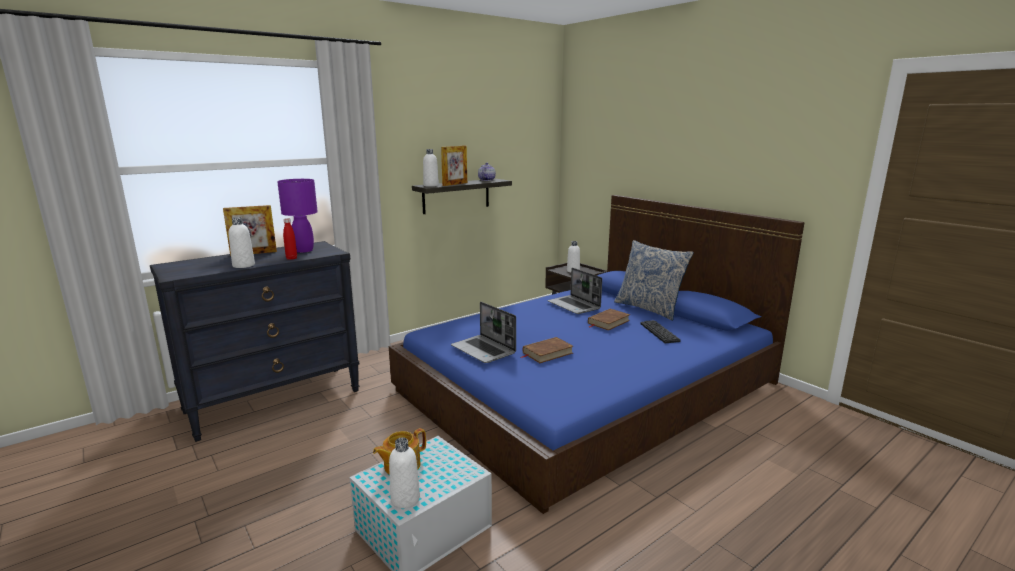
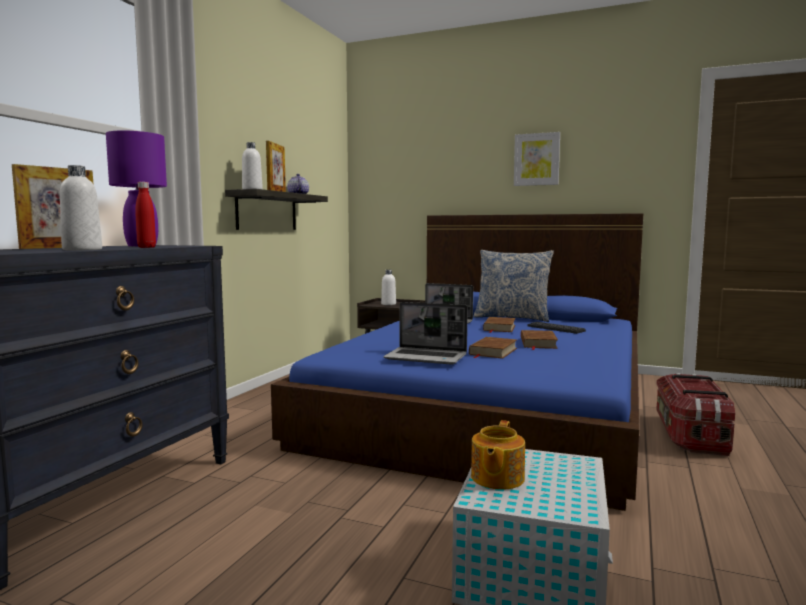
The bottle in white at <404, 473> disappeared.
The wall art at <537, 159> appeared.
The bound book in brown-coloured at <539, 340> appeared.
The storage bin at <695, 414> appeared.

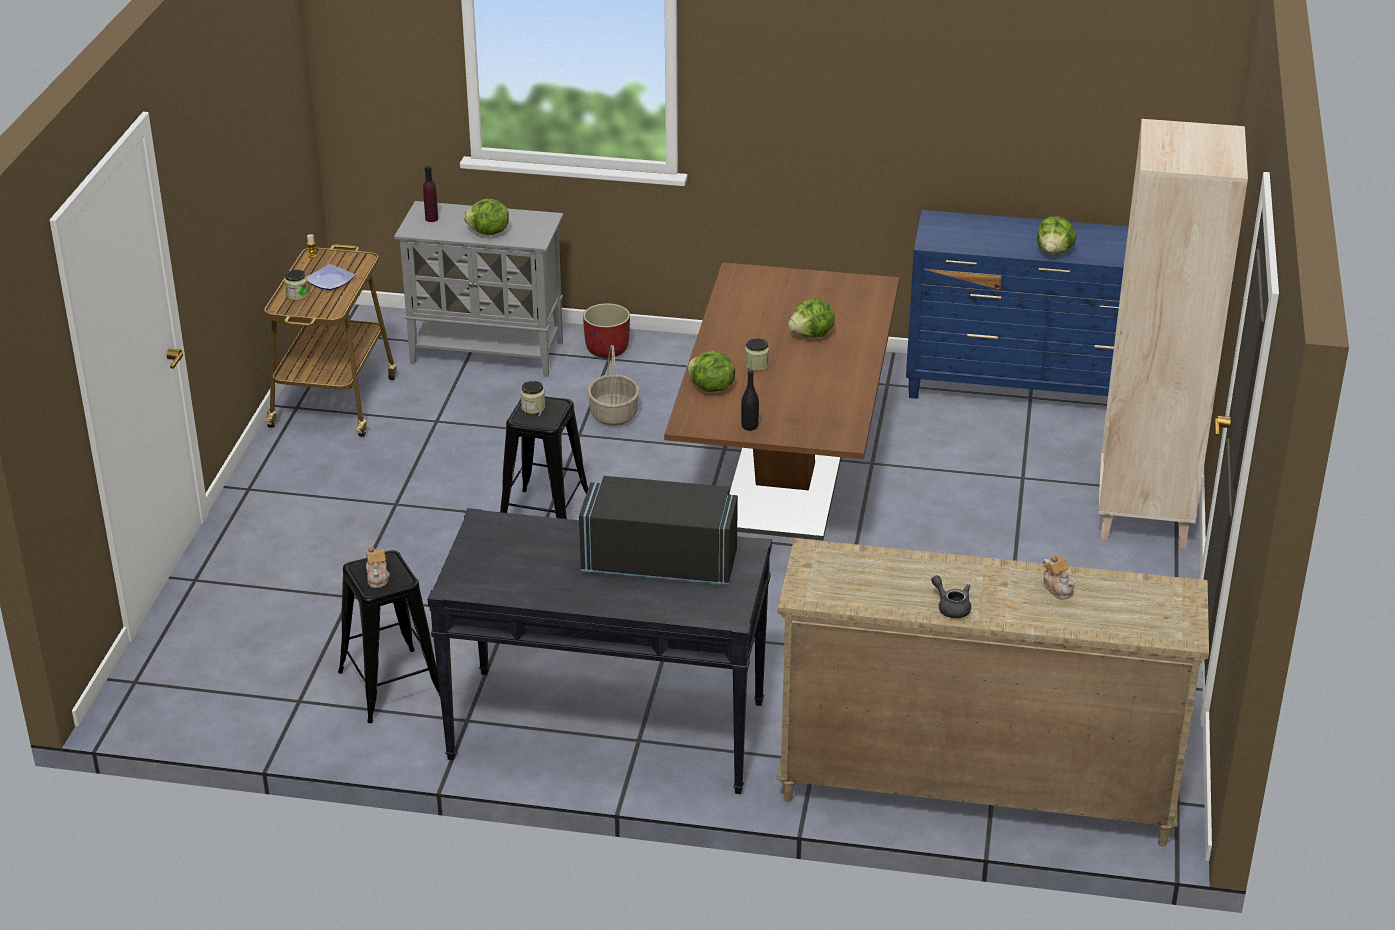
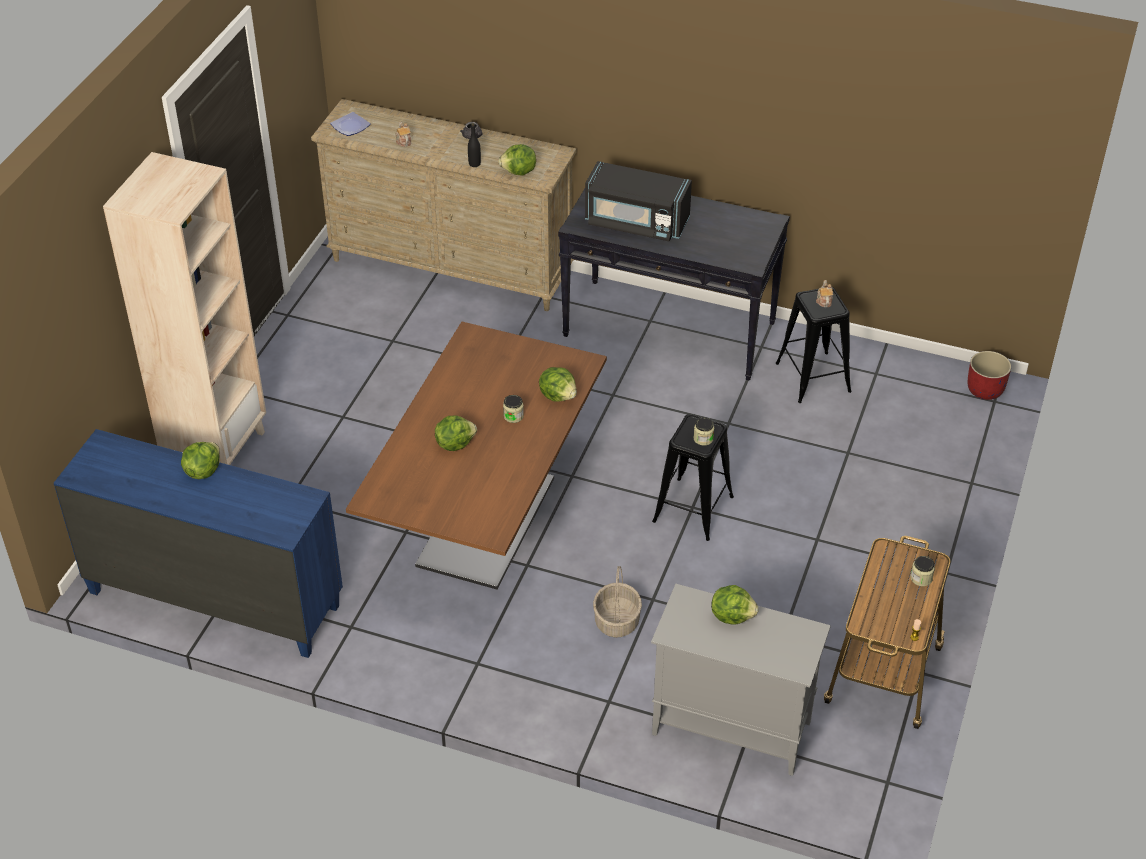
The bottle in purplish at <430, 194> disappeared.
The head of lettuce at <517, 160> appeared.
The flat dish moved from <331, 277> to <350, 124>.
The plant pot in reddish moved from <606, 330> to <989, 375>.
The bottle in black moved from <750, 400> to <474, 145>.

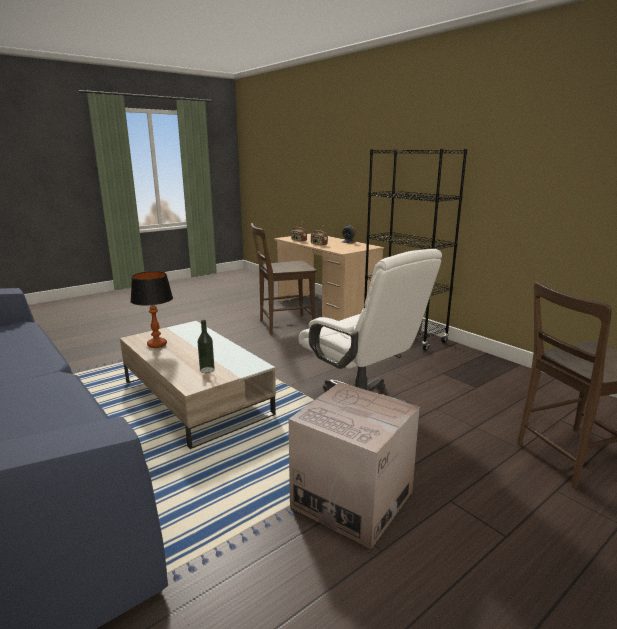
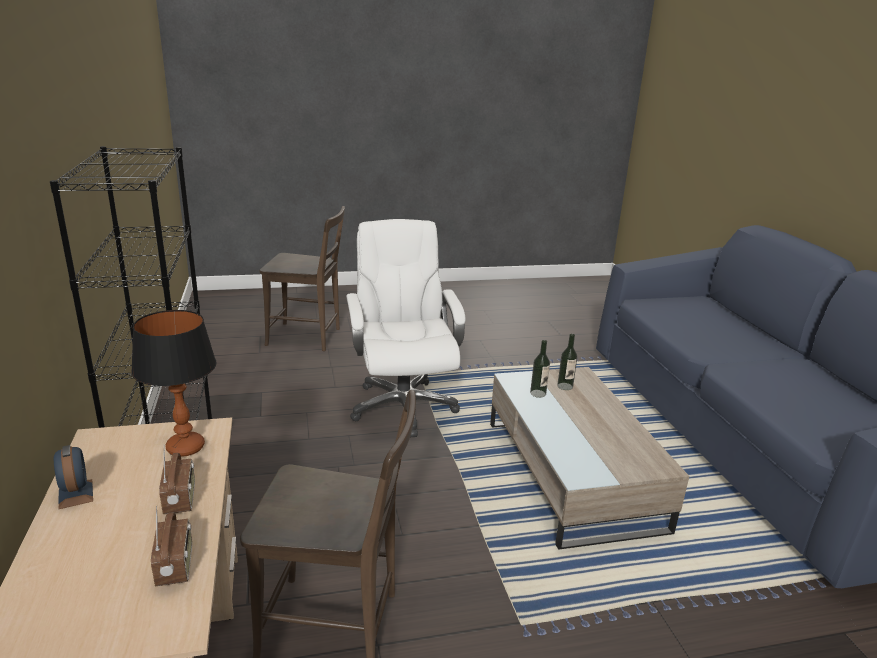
The packing box at <354, 465> disappeared.
The bottle at <540, 369> appeared.
The tabletop lamp moved from <151, 309> to <174, 383>.

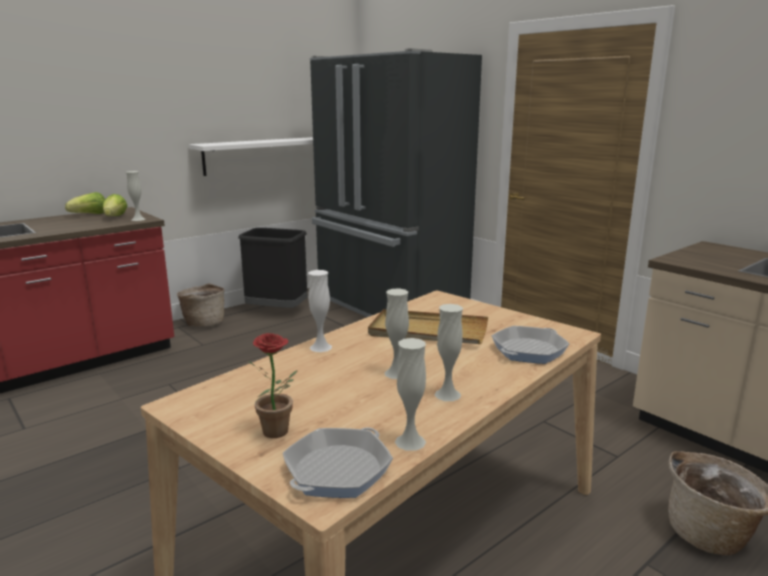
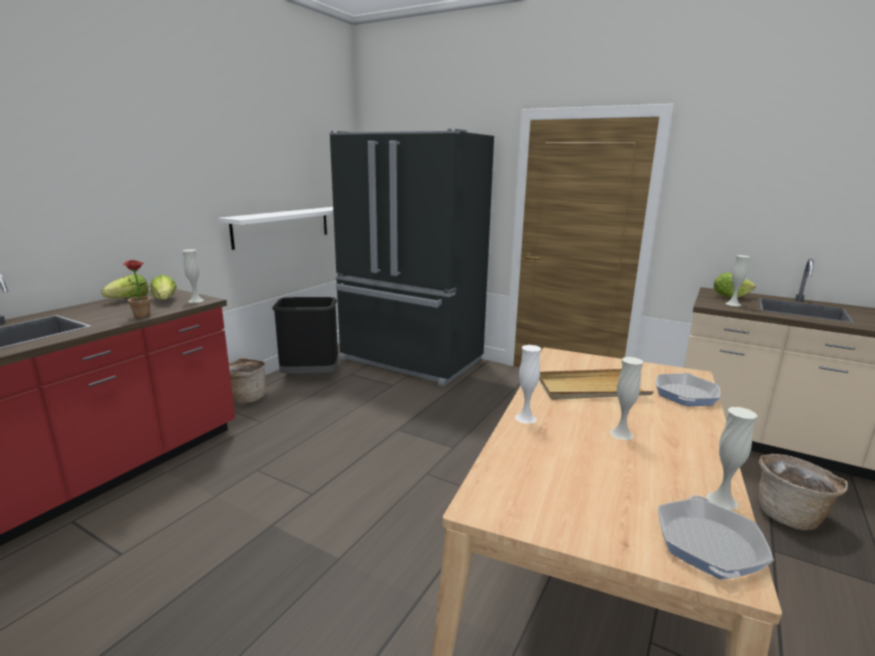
The head of lettuce at <735, 285> appeared.
The plant in a pot moved from <272, 385> to <137, 289>.
The flower vase in white moved from <448, 352> to <737, 280>.

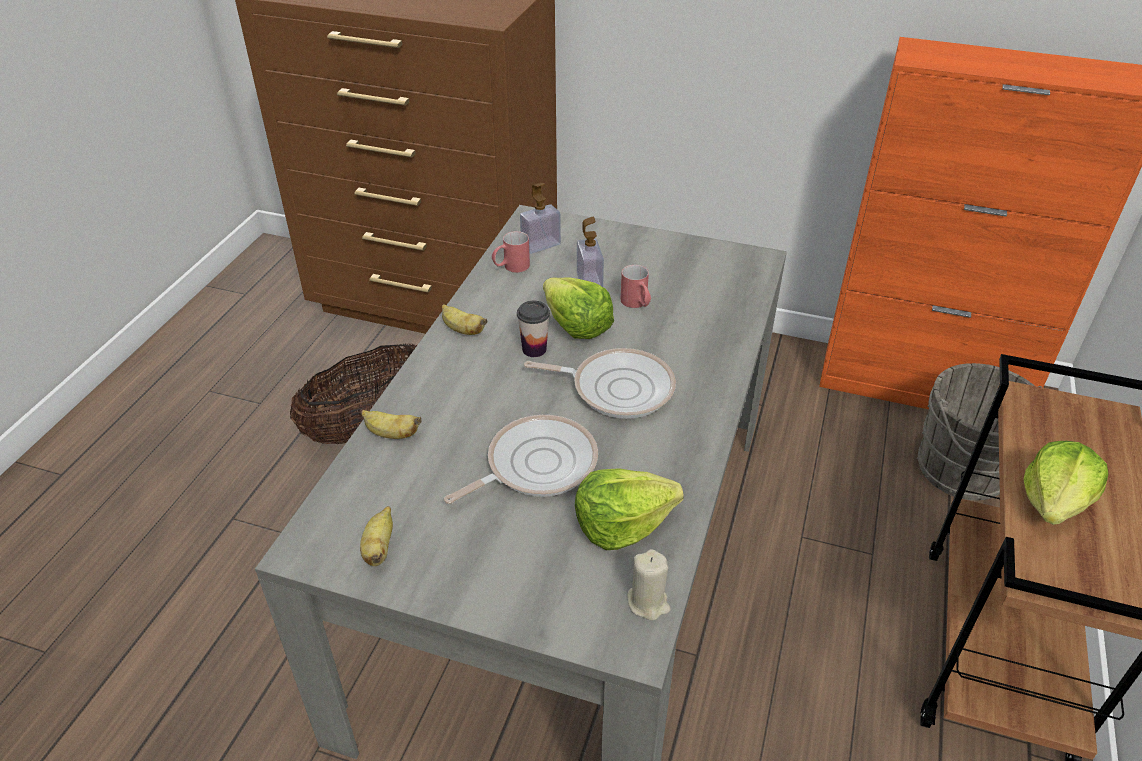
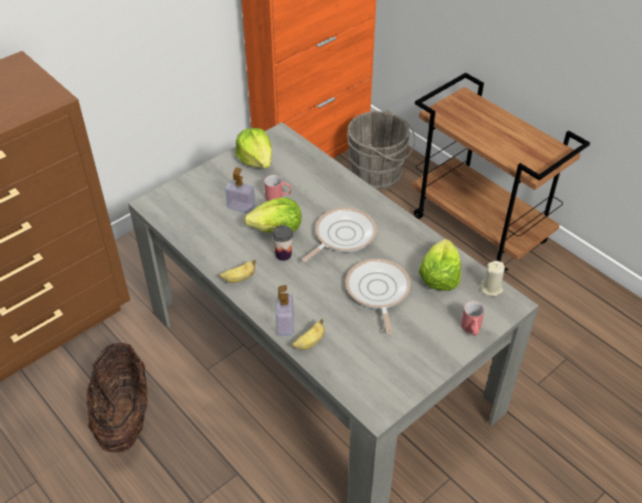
The banana at <376, 536> disappeared.
The coffee mug in reddish moved from <511, 252> to <473, 318>.
The soap dispenser moved from <540, 218> to <285, 310>.
The head of lettuce moved from <1066, 483> to <253, 148>.

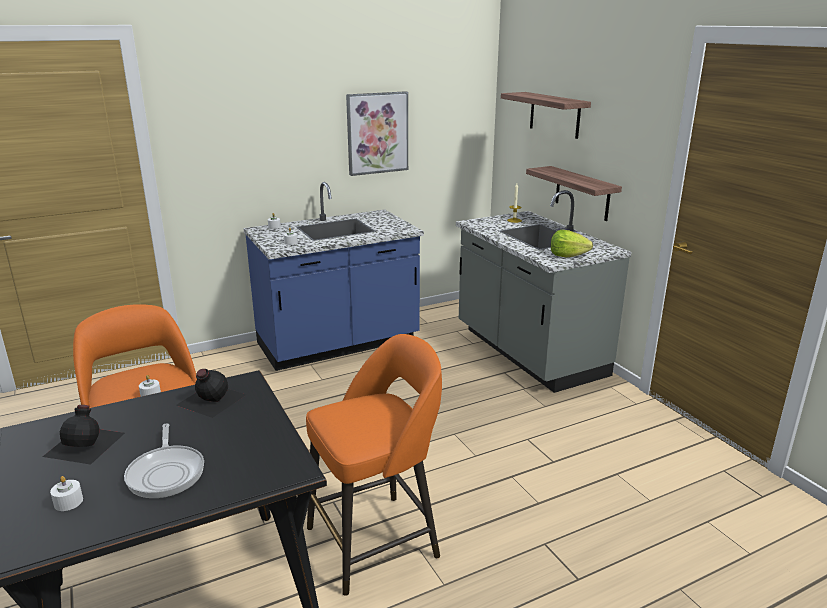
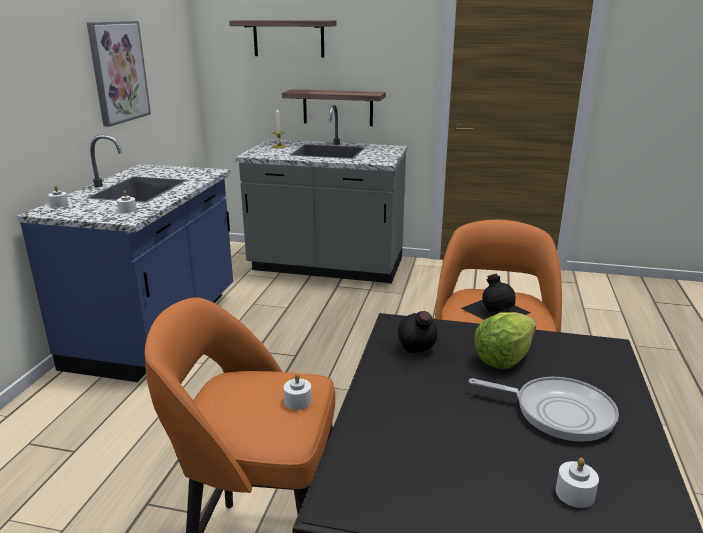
The bottle in black moved from <84, 435> to <496, 297>.
The head of lettuce moved from <572, 244> to <505, 340>.

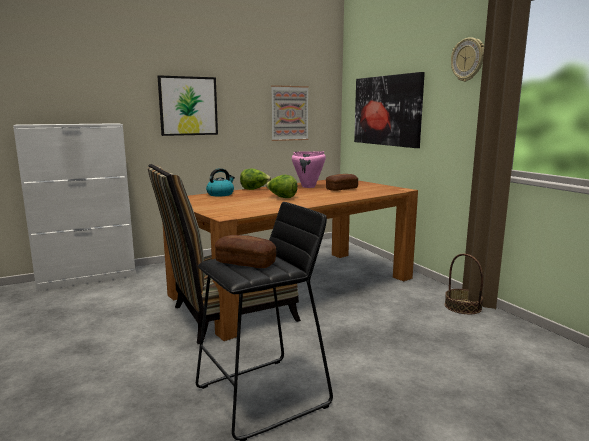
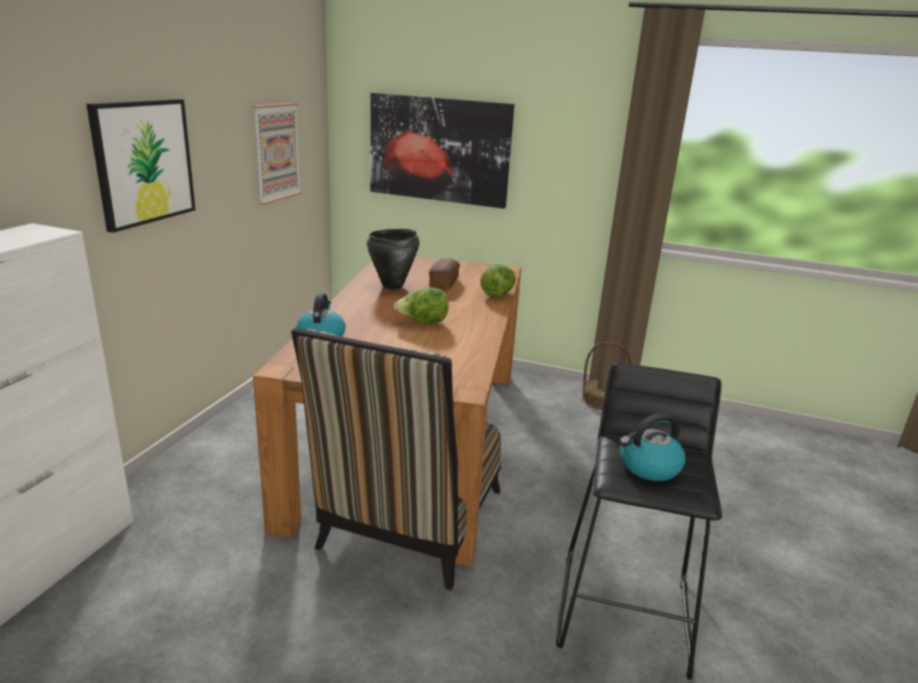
The hanging clock at <467, 59> disappeared.
The head of lettuce moved from <255, 179> to <498, 280>.
The bread at <245, 251> was replaced by the water kettle at <652, 447>.
The cooking pot in pinkish at <309, 169> became the cooking pot in black at <393, 259>.

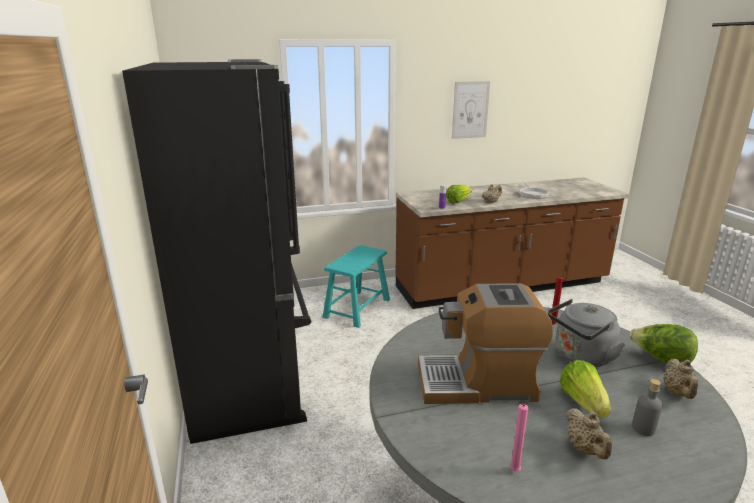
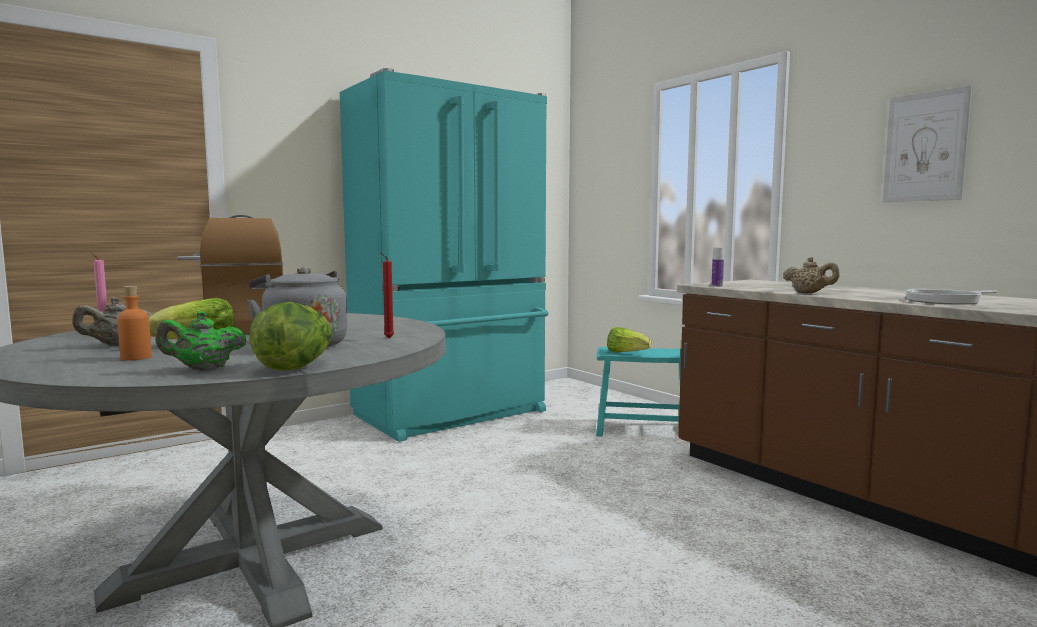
The head of lettuce moved from <459, 194> to <629, 339>.
The fridge in black at <216, 251> became the fridge in turquoise-coloured at <444, 255>.
The bottle in greyish at <647, 407> became the bottle in orangey at <134, 323>.
The pot for tea in beige at <680, 379> became the pot for tea in green at <200, 341>.

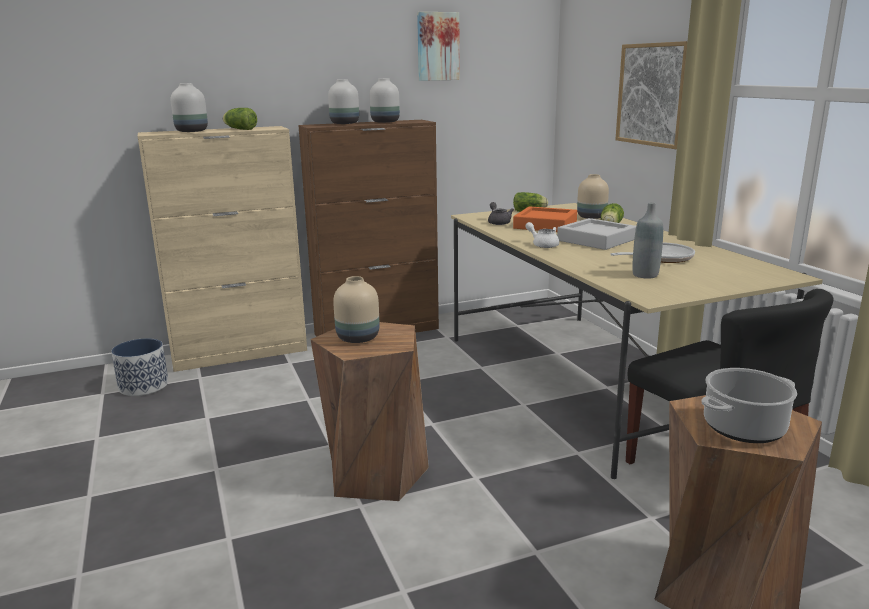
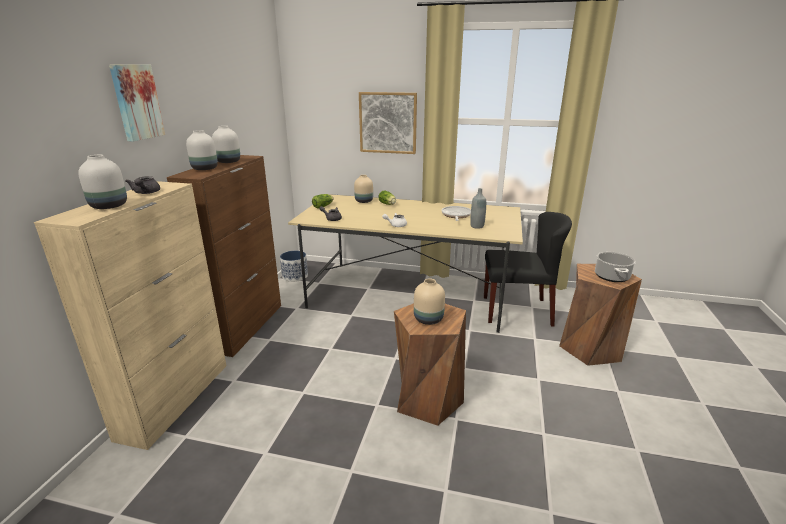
The tray in orangey at <545, 219> disappeared.
The tray in greyish at <596, 234> disappeared.
The plant pot moved from <140, 367> to <294, 266>.
The wall art moved from <438, 46> to <137, 103>.
The head of lettuce at <240, 119> was replaced by the pot for tea in greyish at <142, 185>.

